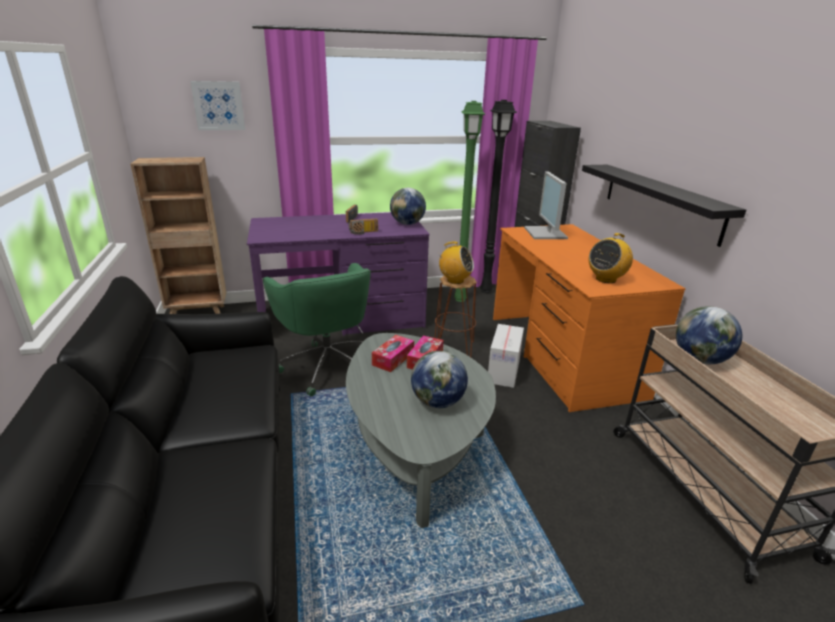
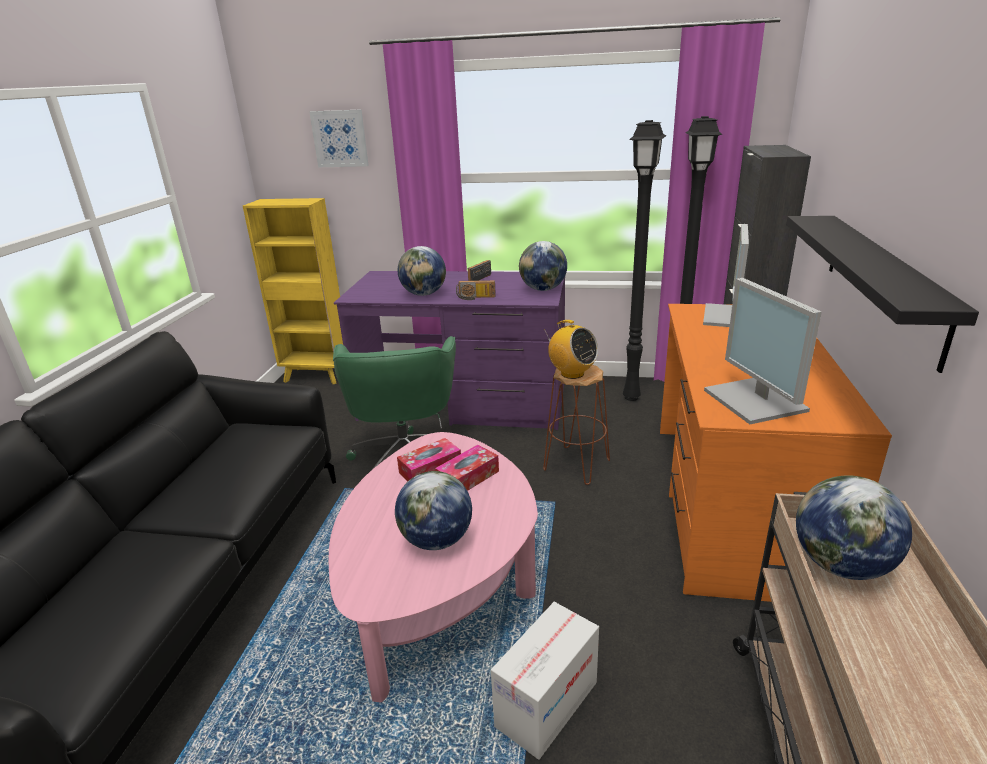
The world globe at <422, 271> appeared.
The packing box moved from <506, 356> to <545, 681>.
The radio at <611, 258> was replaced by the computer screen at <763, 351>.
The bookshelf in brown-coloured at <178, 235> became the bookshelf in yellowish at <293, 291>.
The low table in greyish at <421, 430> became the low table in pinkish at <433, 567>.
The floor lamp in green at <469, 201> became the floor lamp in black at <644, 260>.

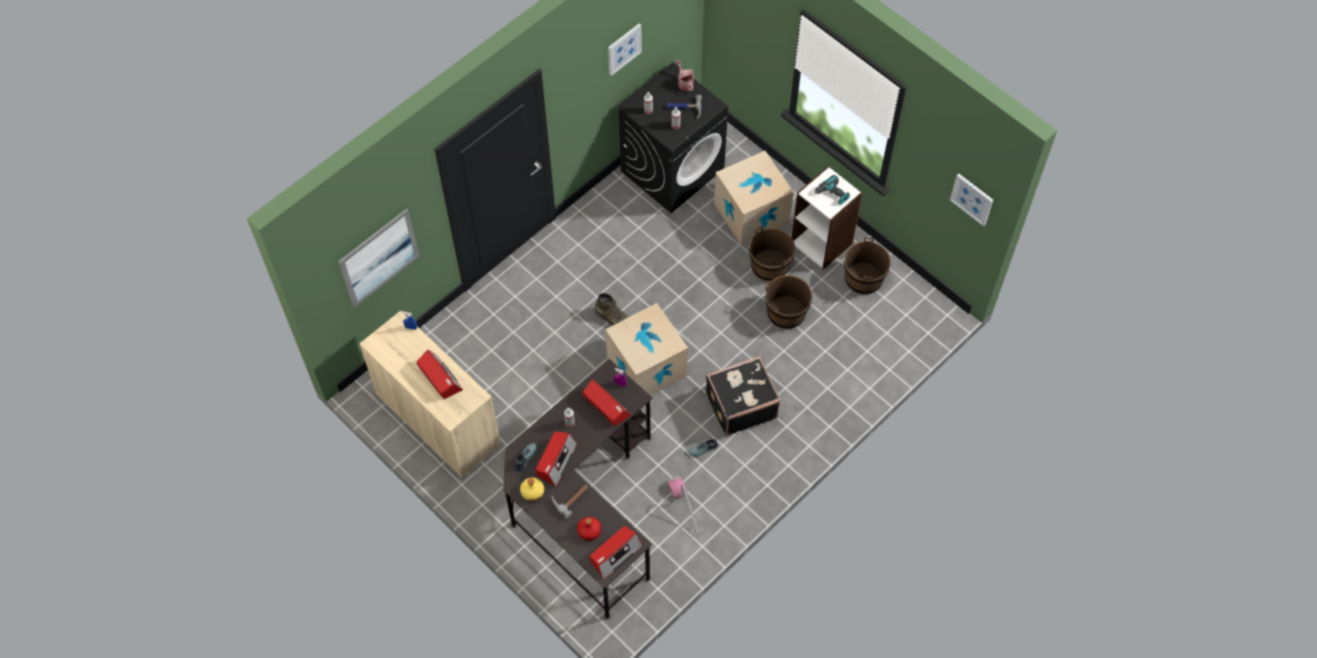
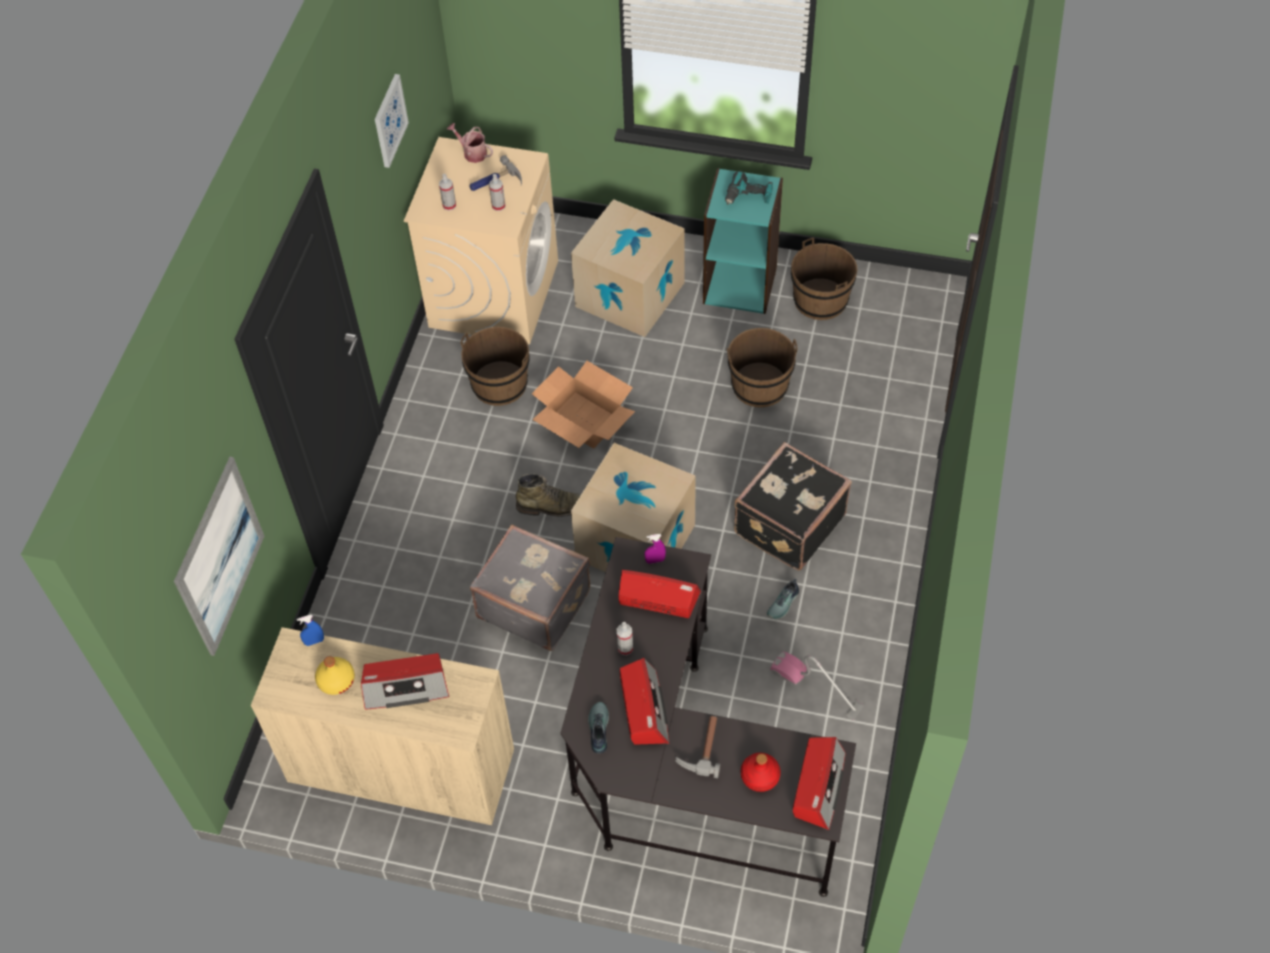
The wall art at <971, 200> disappeared.
The travel case in greyish at <530, 587> appeared.
The packing box at <583, 405> appeared.
The bottle in yellowish moved from <532, 489> to <335, 675>.
The water bucket in brown-coloured moved from <772, 254> to <495, 366>.
The laundry appliance in black at <672, 137> became the laundry appliance in beige at <481, 240>.
The bookshelf in white at <826, 218> became the bookshelf in turquoise-coloured at <743, 241>.
The radio at <440, 374> turned 150 degrees clockwise.

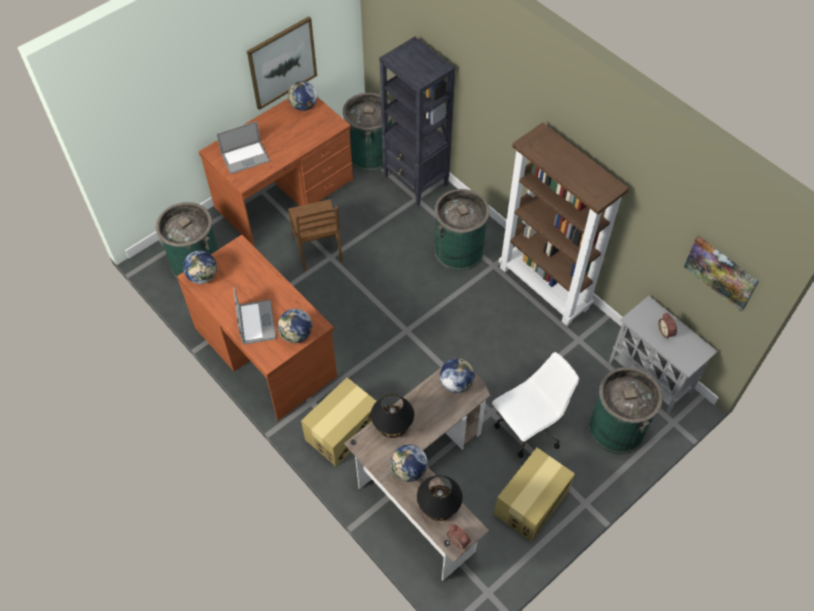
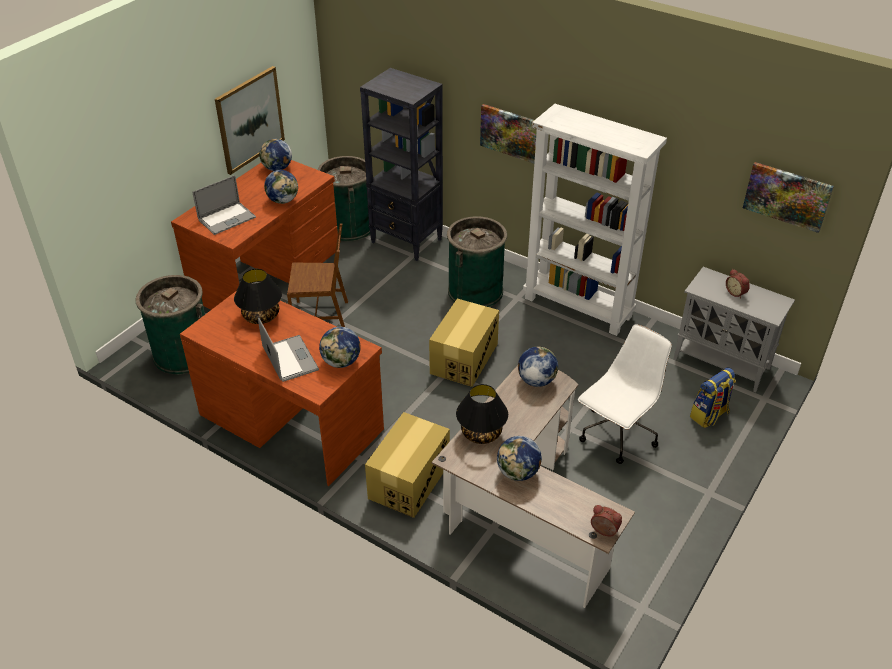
The wall art at <508, 134> appeared.
The world globe moved from <200, 267> to <281, 187>.
The tabletop lamp in black moved from <440, 498> to <258, 296>.
The packing box moved from <534, 494> to <464, 343>.
The trash can in green at <625, 410> was replaced by the knapsack at <713, 397>.
The bookshelf in brown-coloured at <564, 224> became the bookshelf in white at <595, 220>.
The plain chair in brown-coloured at <315, 235> turned 60 degrees counterclockwise.

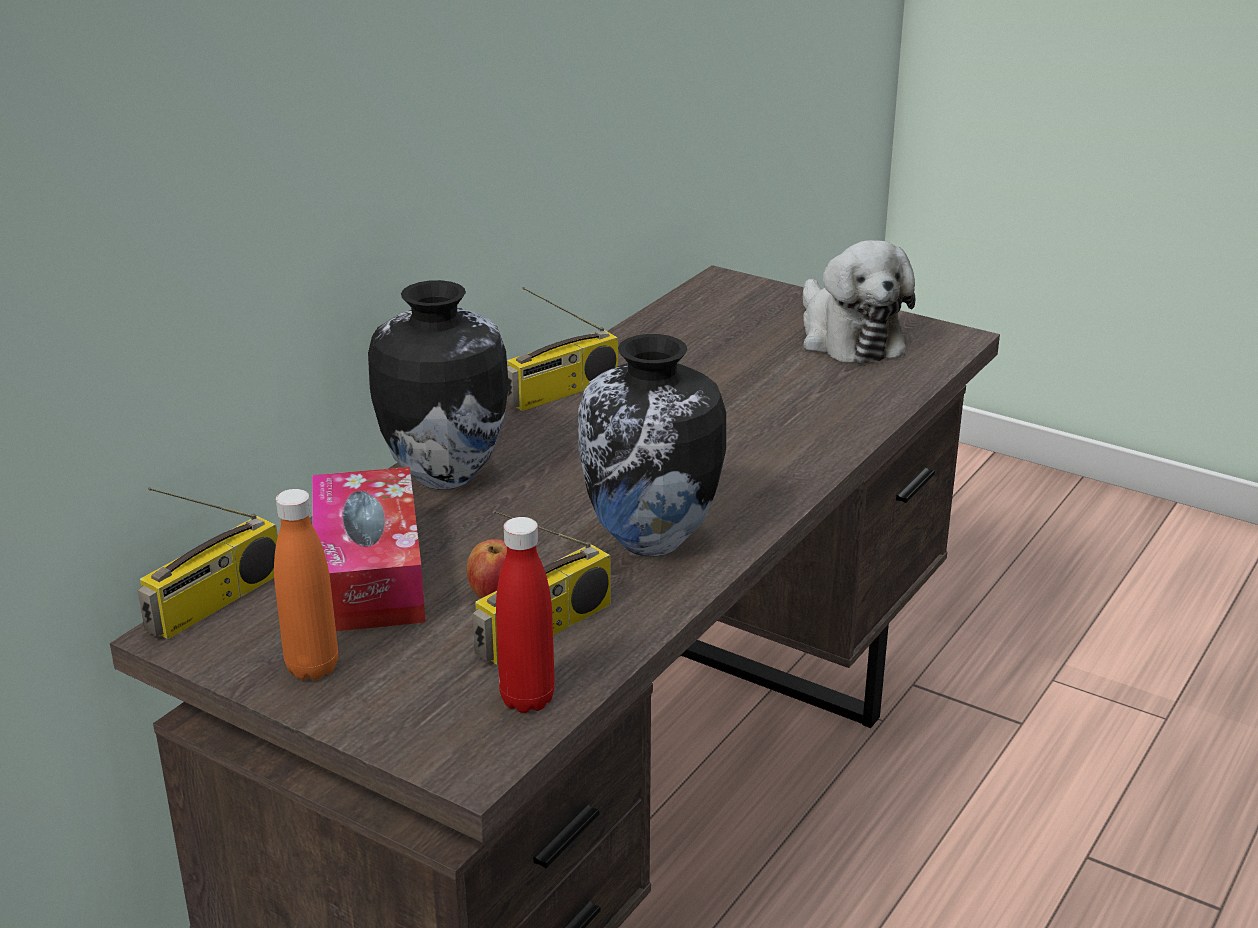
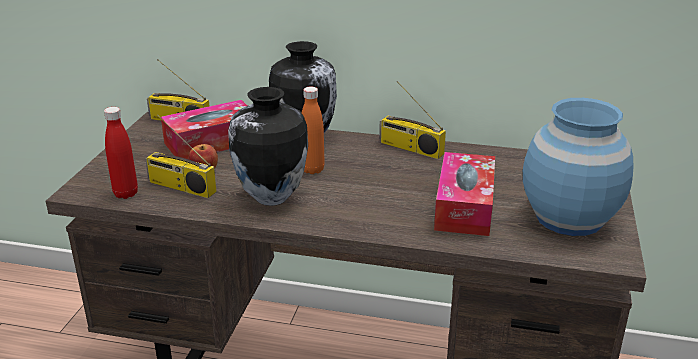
The tissue box at <464, 194> appeared.
The bottle in orangey moved from <306, 584> to <313, 130>.
The cuddly toy at <859, 302> was replaced by the flower vase in blue-coloured at <578, 167>.

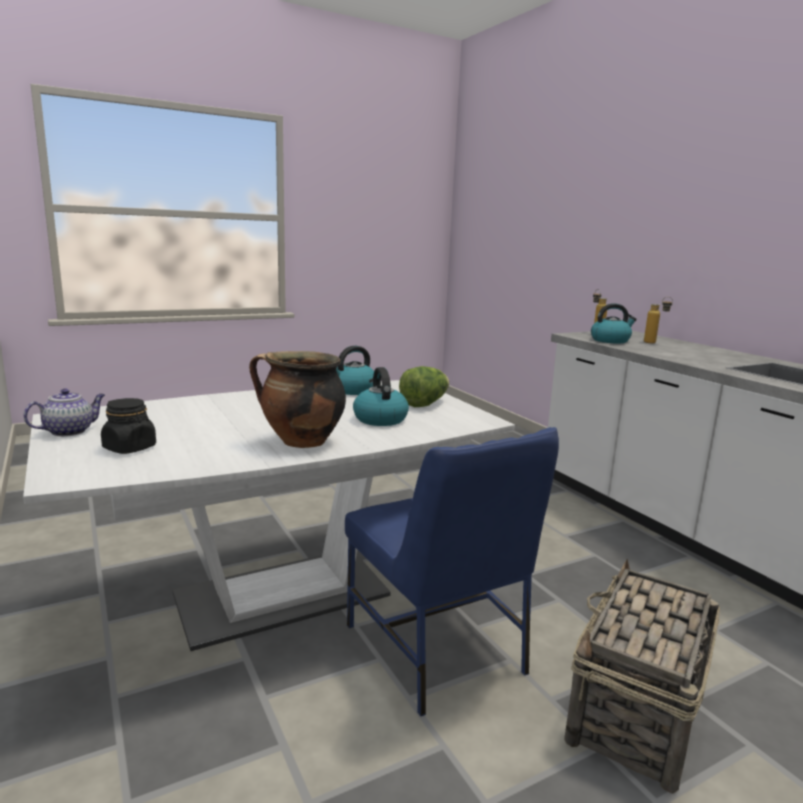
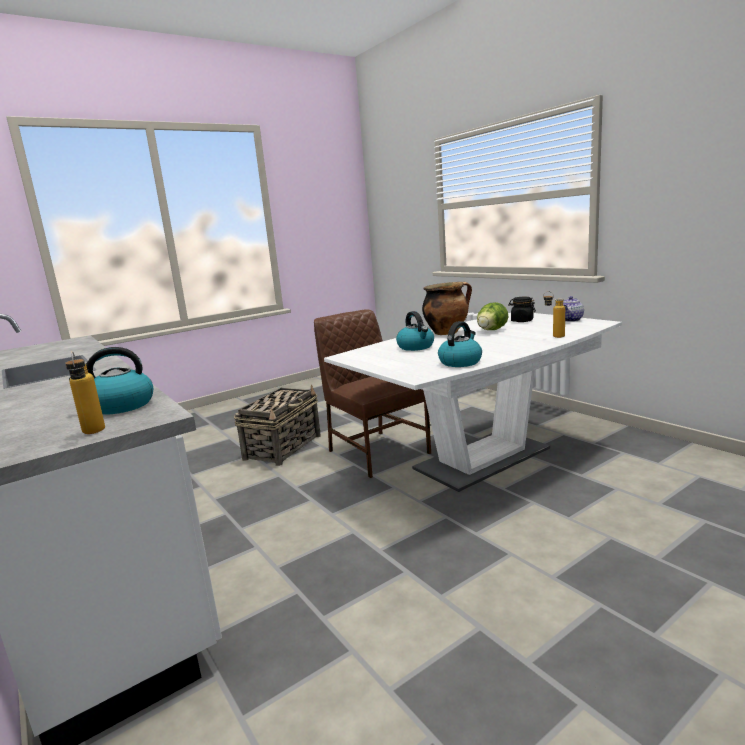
The head of lettuce moved from <424, 386> to <492, 316>.
The bottle moved from <658, 320> to <554, 314>.
The plain chair in blue-coloured at <452, 571> became the plain chair in brown-coloured at <372, 394>.

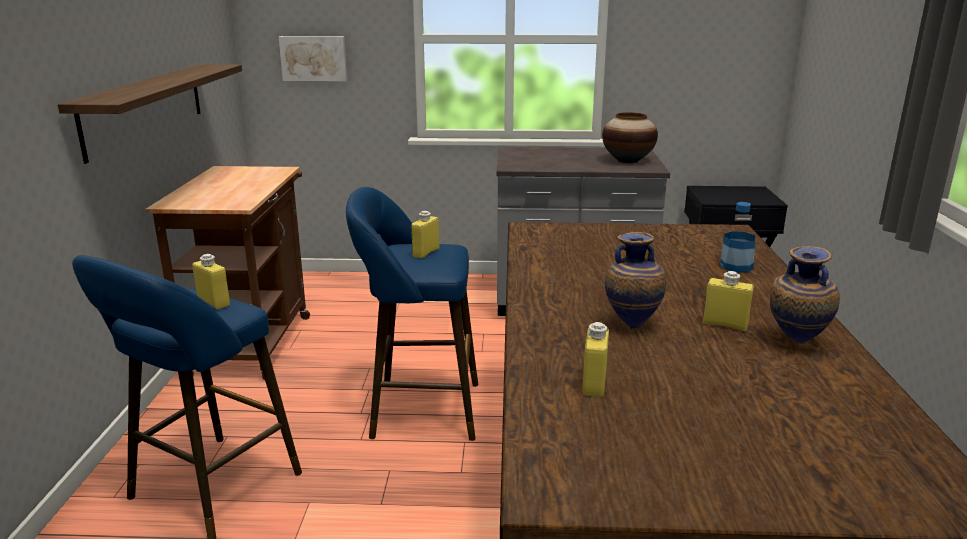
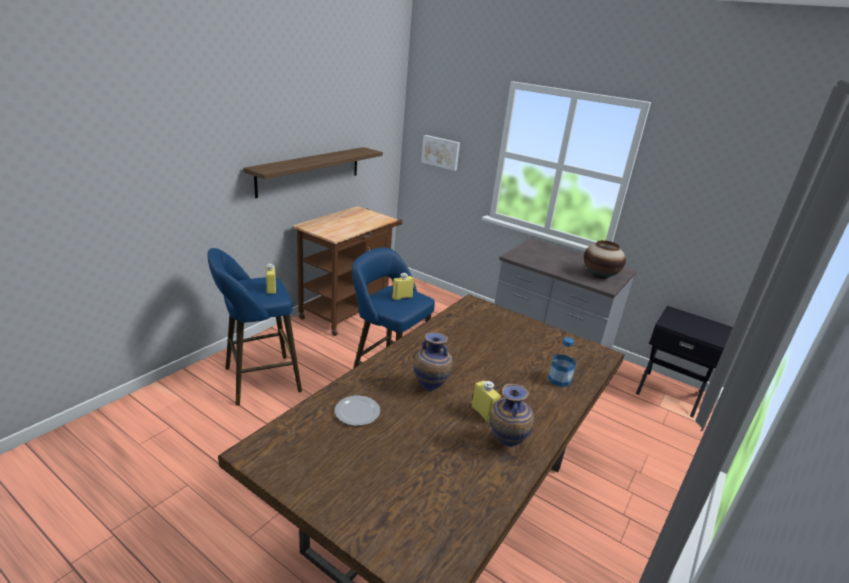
The bottle in yellowish at <595, 359> was replaced by the flat dish at <357, 411>.

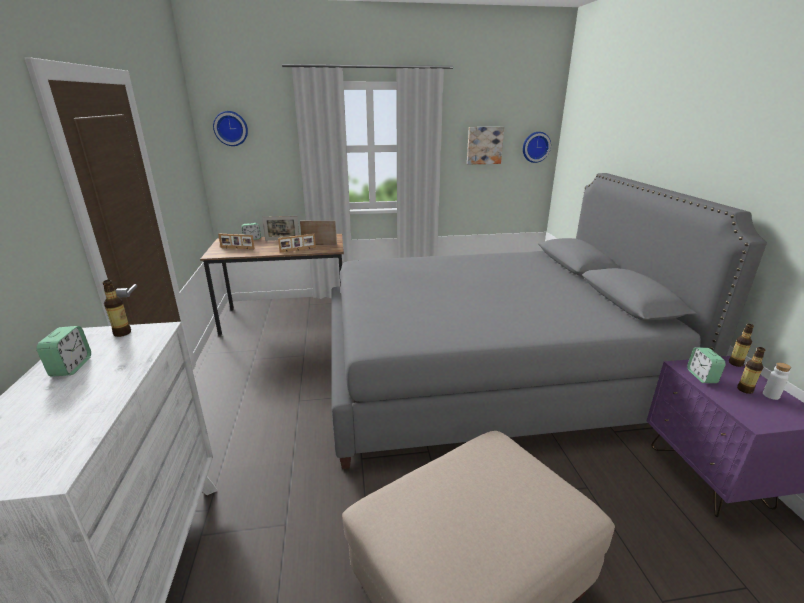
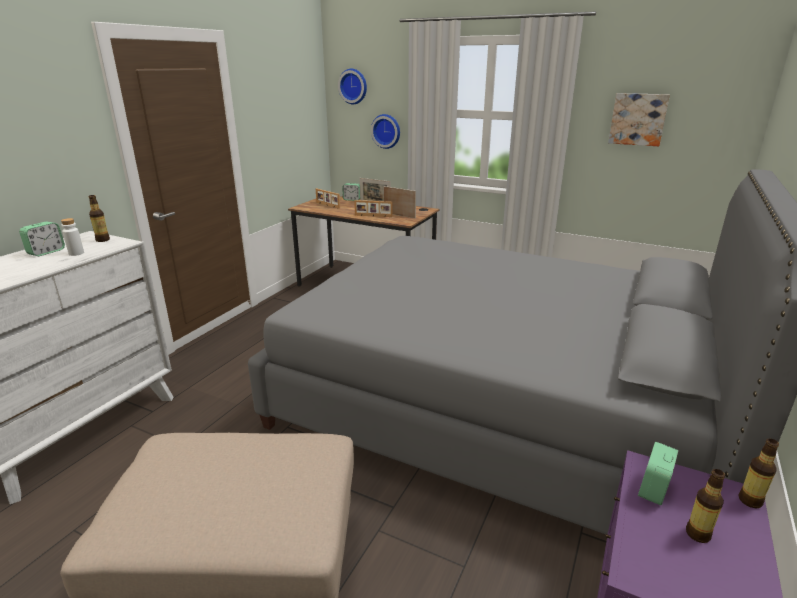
The hanging clock moved from <537, 147> to <385, 131>.
The bottle in white moved from <777, 381> to <72, 237>.

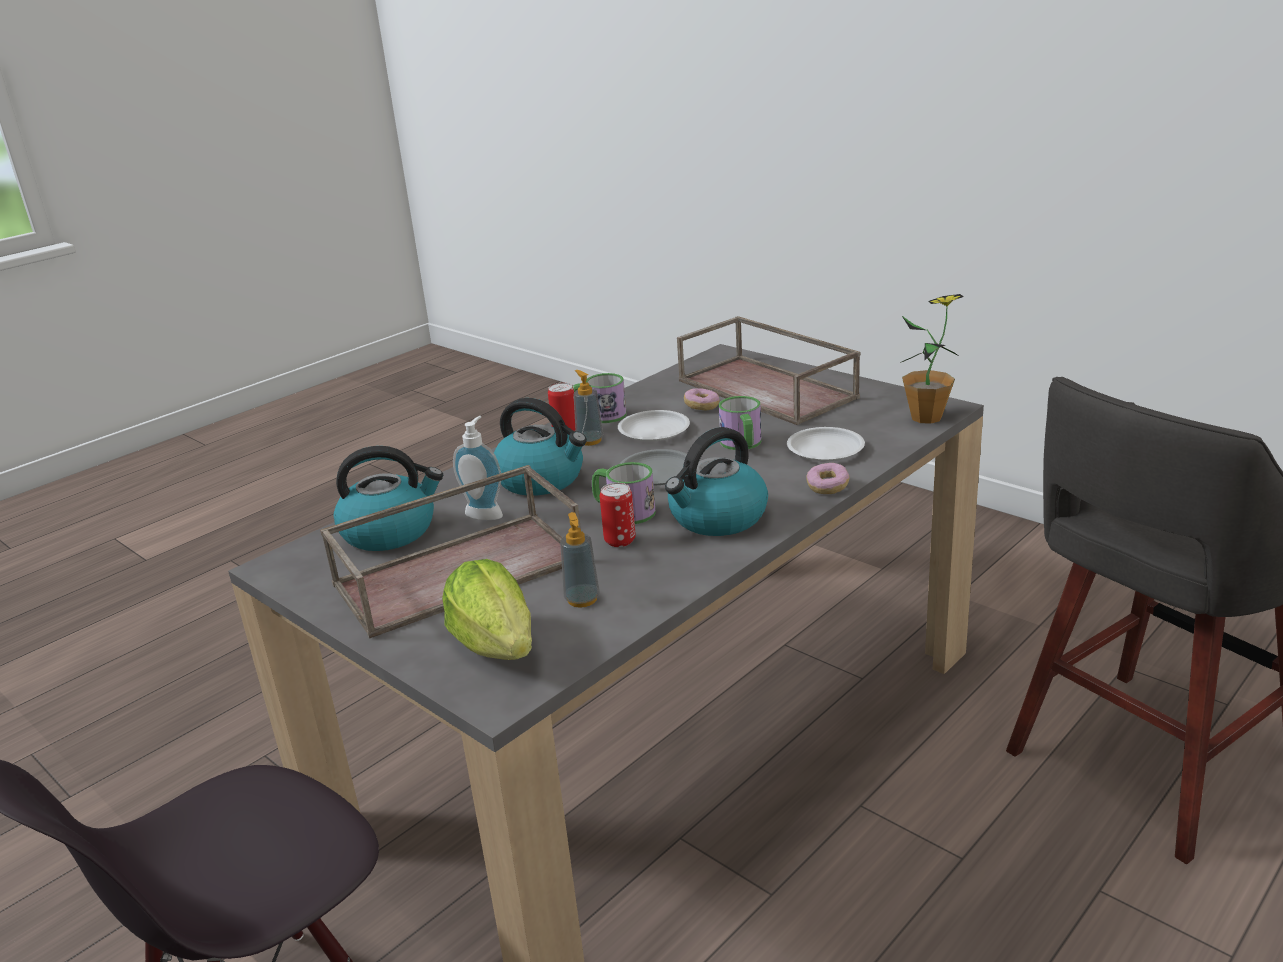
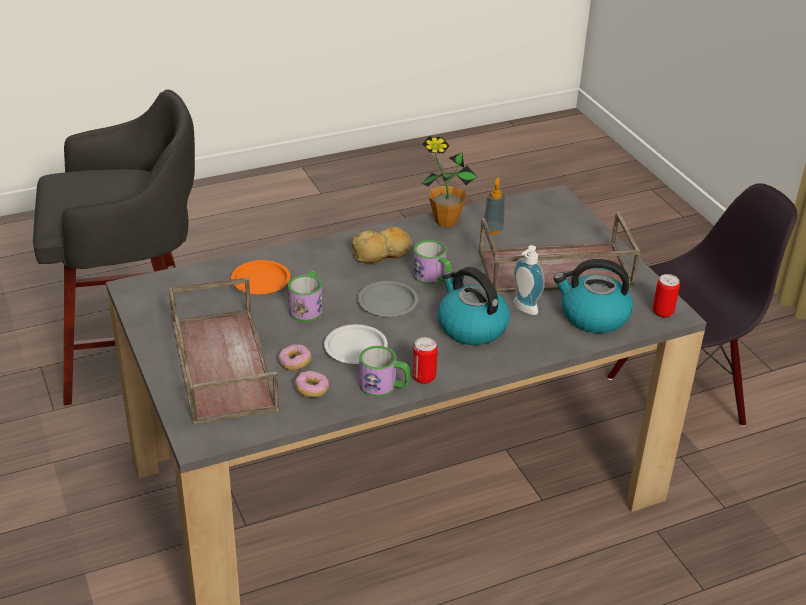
The head of lettuce at <487, 609> disappeared.
The soap dispenser at <588, 408> disappeared.
The metal can moved from <618, 515> to <666, 296>.
The donut moved from <827, 478> to <312, 384>.
The plant in a pot moved from <932, 359> to <449, 181>.
The water kettle at <716, 481> was replaced by the bread at <381, 245>.
The flat dish in white at <826, 444> became the flat dish in orangey at <260, 277>.

